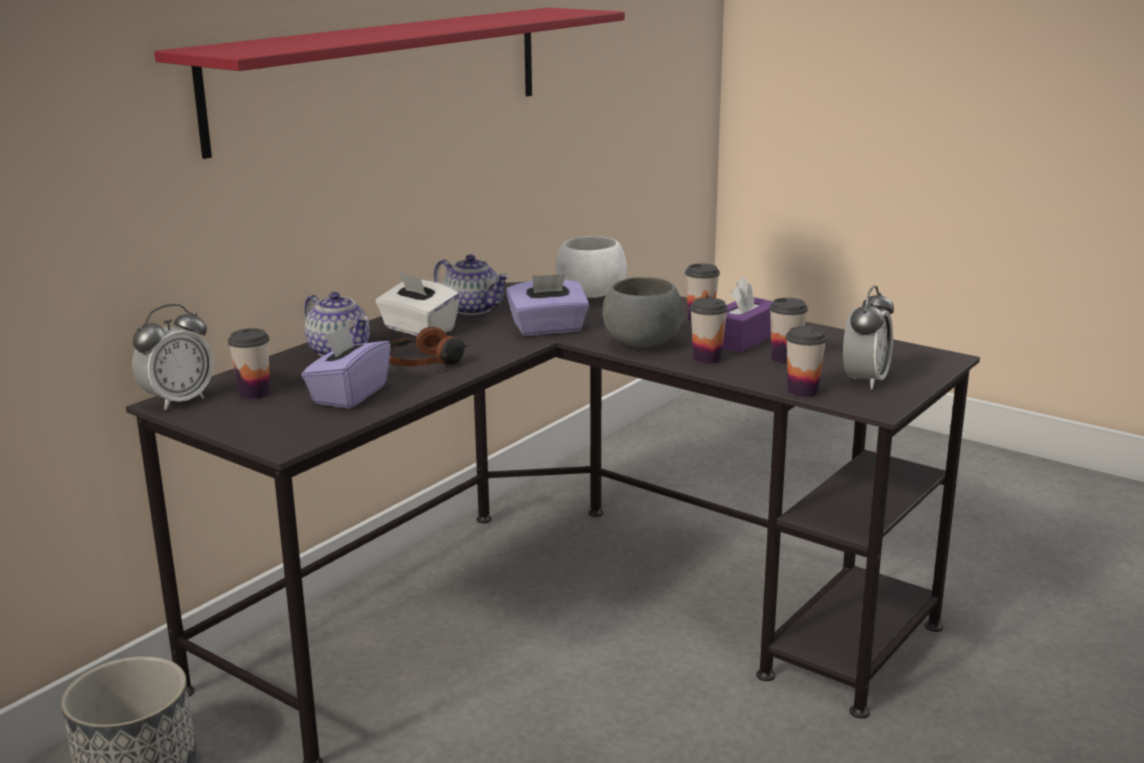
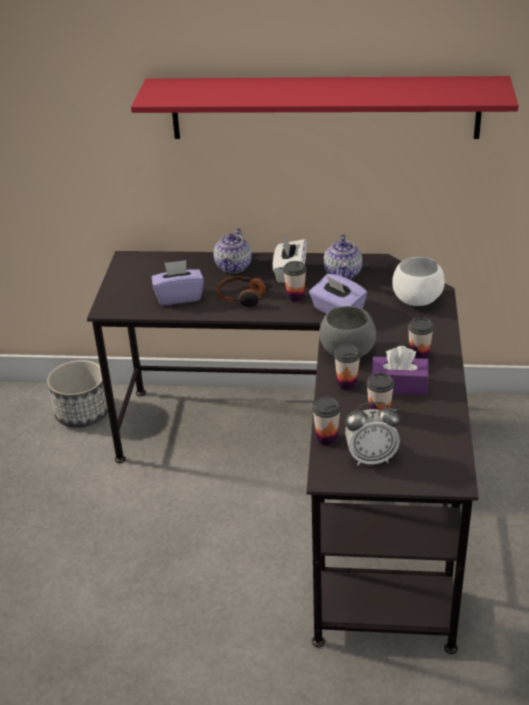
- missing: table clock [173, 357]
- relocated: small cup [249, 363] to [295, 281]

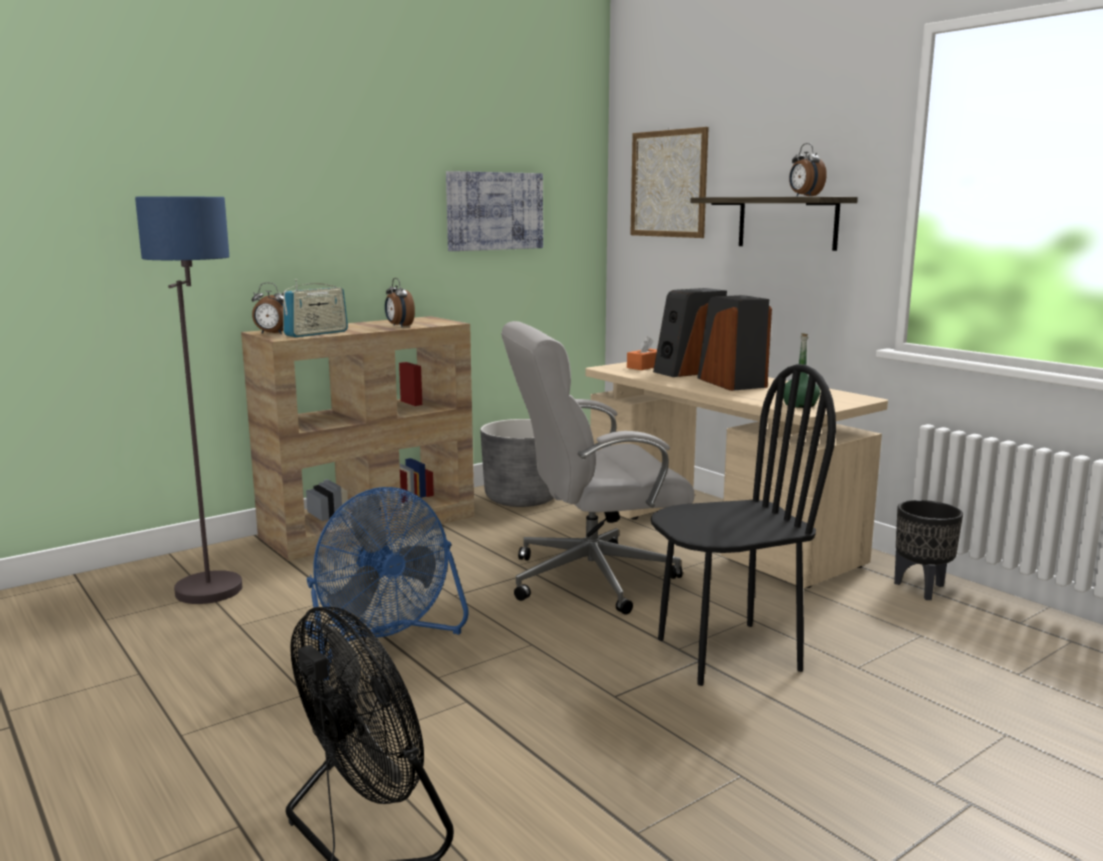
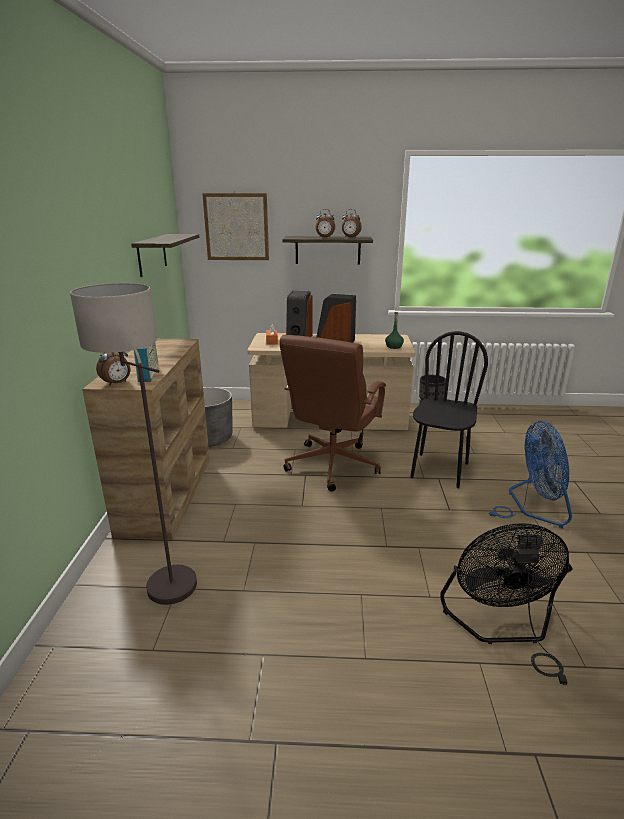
- colour: standing lamp (blue-coloured) [188, 400] to standing lamp (gray) [133, 444]
- relocated: fan (blue-coloured) [386, 583] to [530, 474]
- relocated: table clock [400, 302] to [325, 223]
- exchanged: picture [494, 211] to bracket shelf [165, 255]
- colour: desk chair (gray) [597, 468] to desk chair (brown) [333, 413]

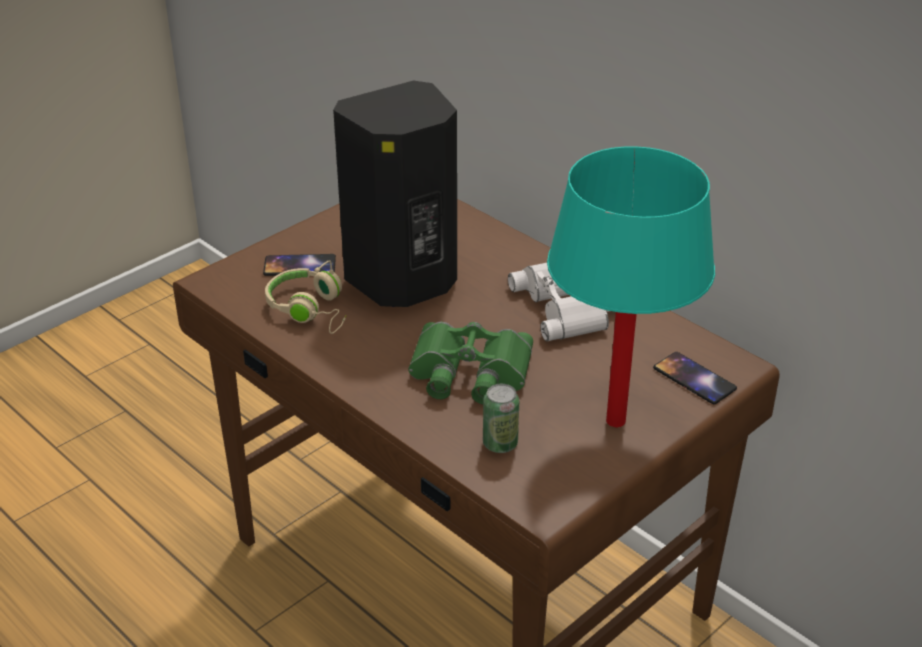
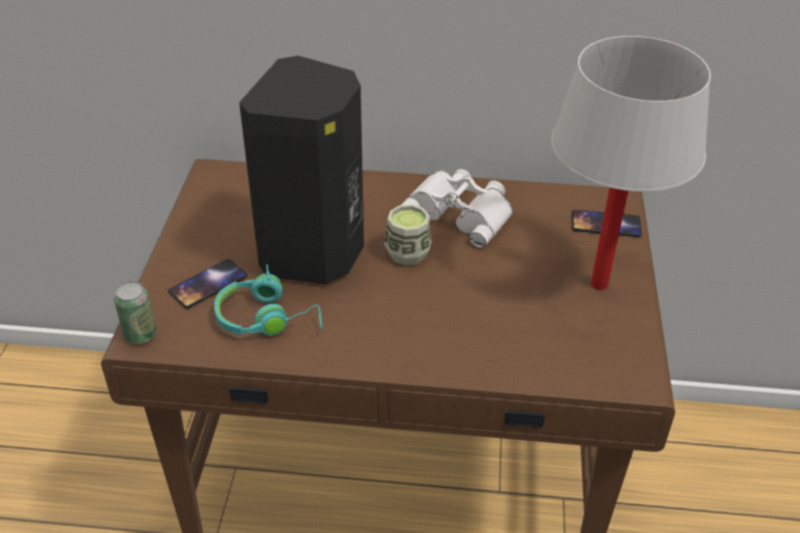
- colour: pair of headphones (beige-coloured) [306, 297] to pair of headphones (turquoise-coloured) [268, 300]
- missing: pair of binoculars (green) [470, 363]
- relocated: sealed can [501, 418] to [135, 312]
- colour: lamp for a table (turquoise-coloured) [631, 286] to lamp for a table (white) [631, 163]
- appeared: small cup [408, 234]

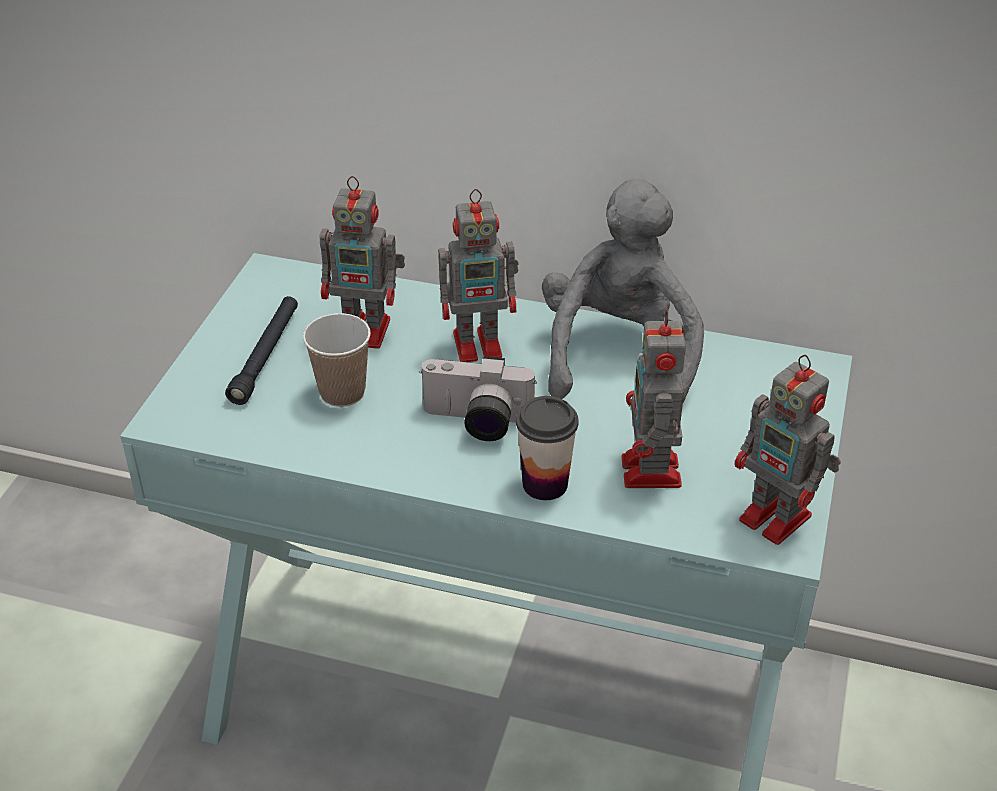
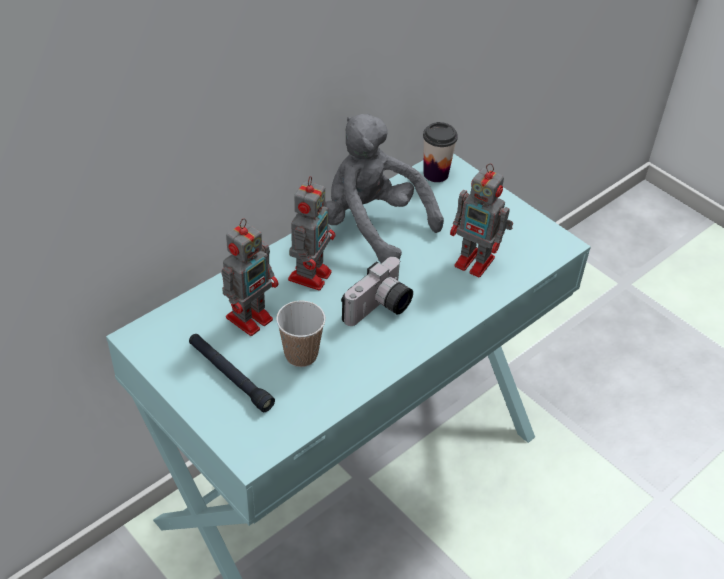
- relocated: small cup [547, 448] to [440, 152]
- missing: robot figure [788, 450]

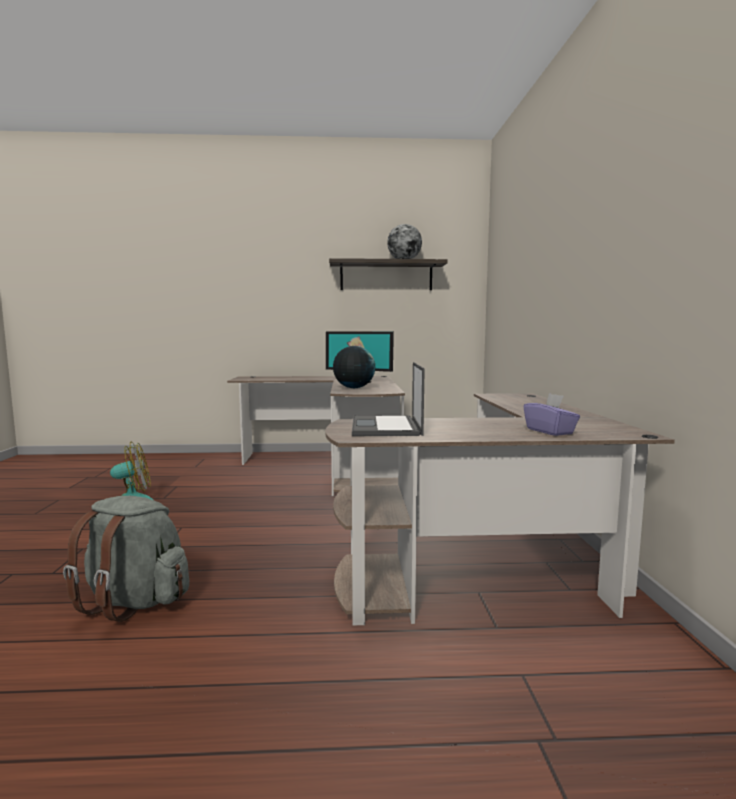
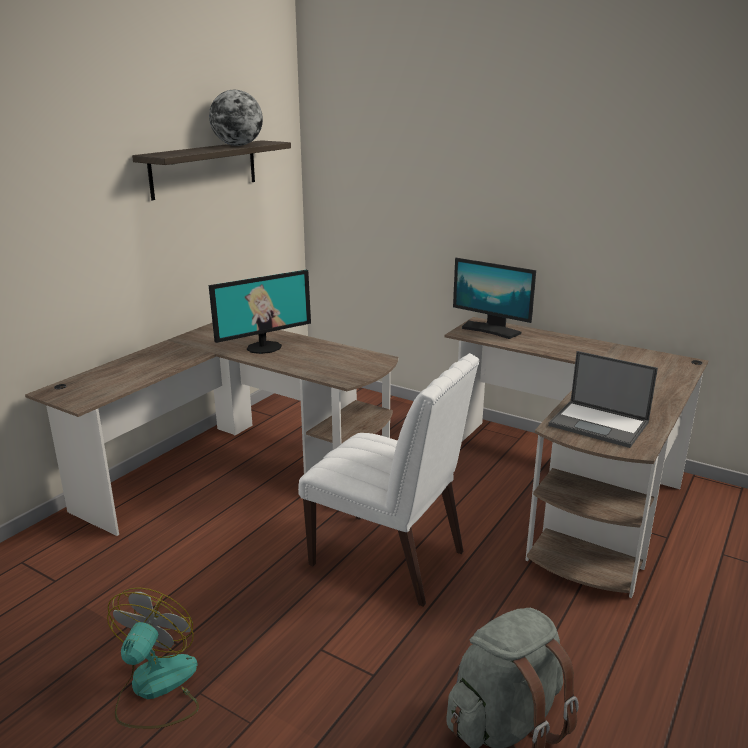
- missing: desk globe [354, 367]
- missing: tissue holder (purplish) [551, 414]
- appeared: chair (white) [388, 480]
- appeared: monitor [494, 298]

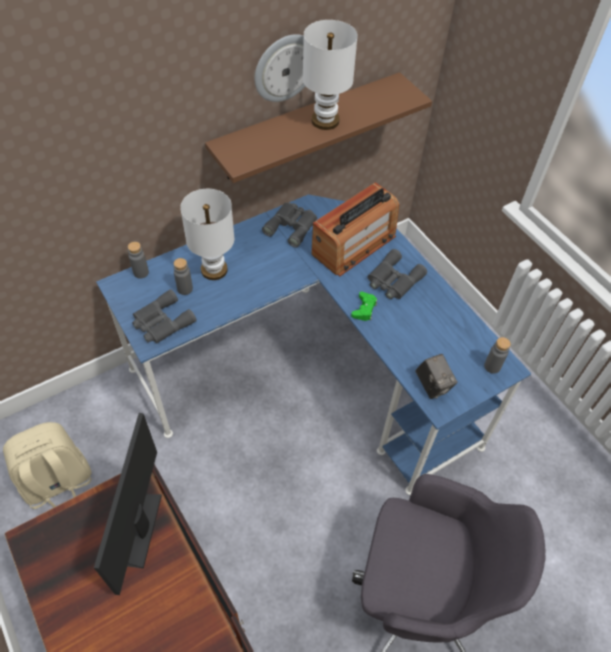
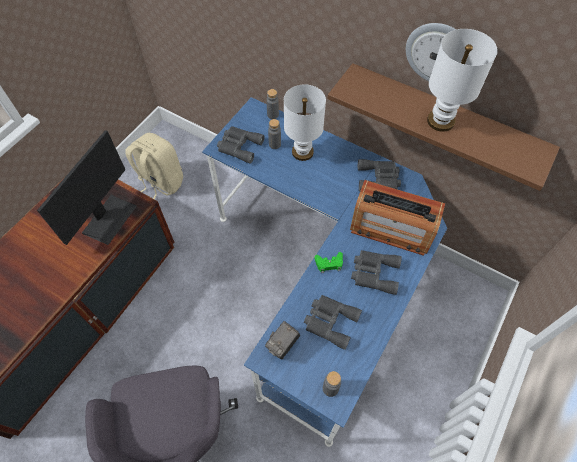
- spun: monitor [128, 504] = [87, 187] 135 degrees clockwise
- appeared: pair of binoculars (gray) [333, 322]

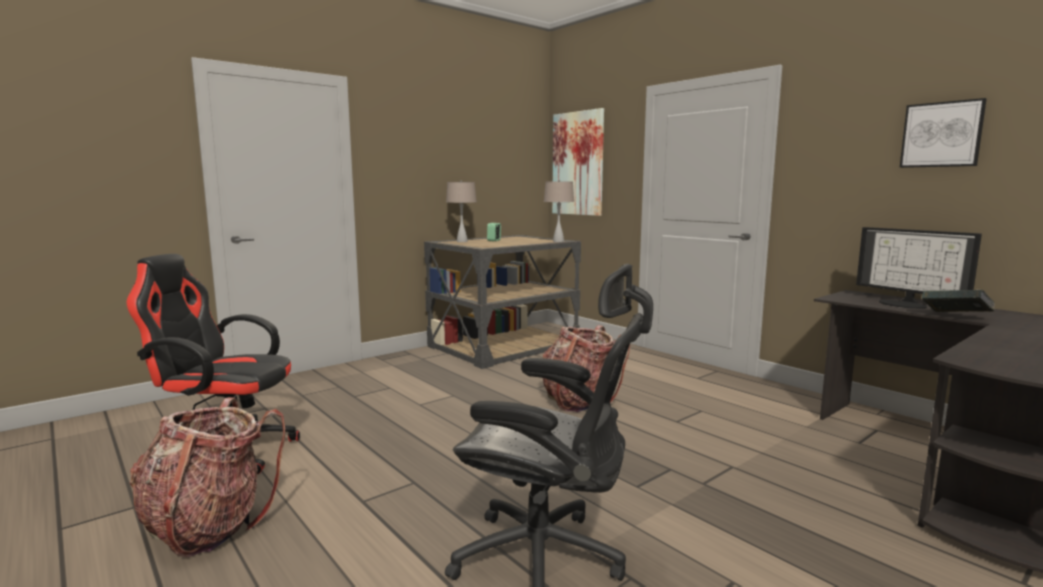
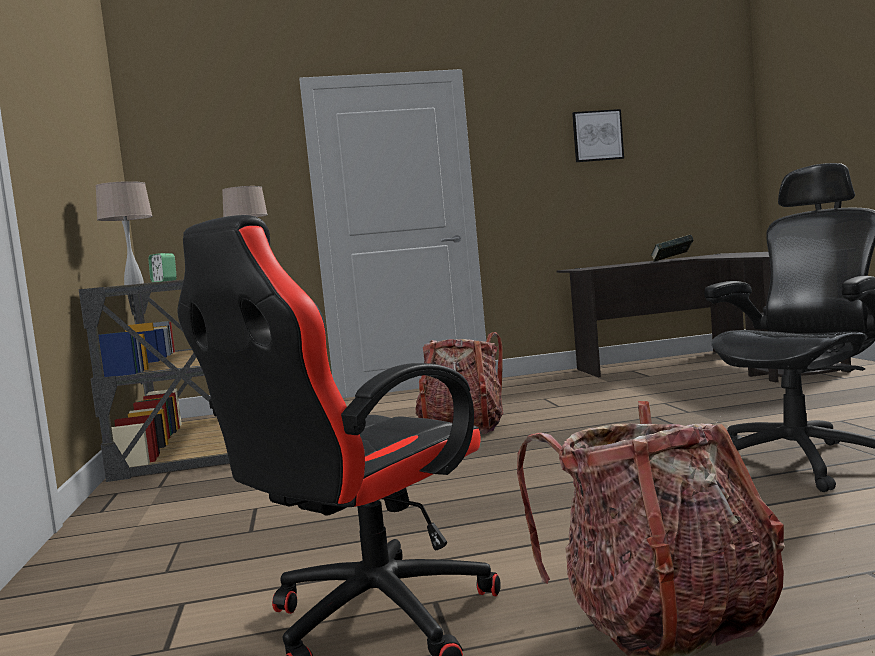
- missing: picture [578, 162]
- missing: monitor [919, 268]

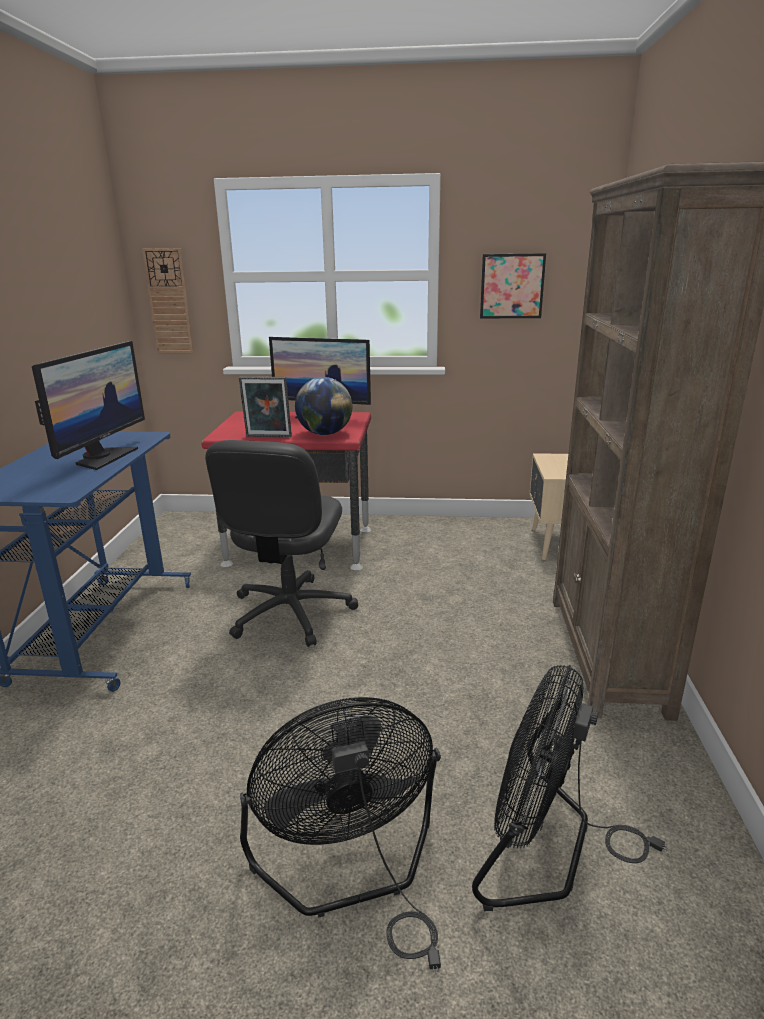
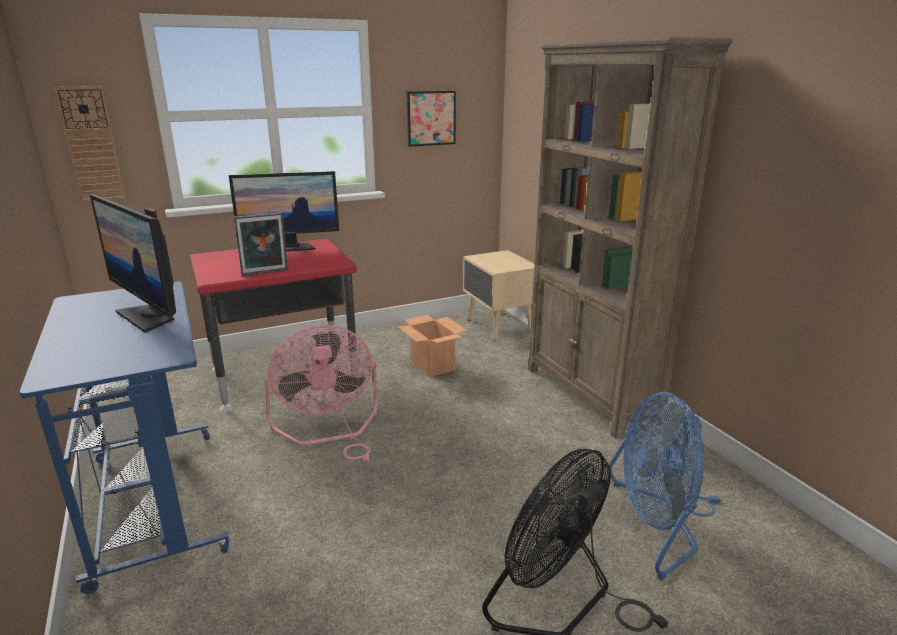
- spun: monitor [88, 405] = [133, 263] 150 degrees clockwise
- exchanged: desk chair (black) [281, 543] to fan (pink-coloured) [321, 393]
- missing: desk globe [323, 406]
- colour: fan (black) [570, 788] to fan (blue-coloured) [665, 486]
- appeared: carton [432, 346]

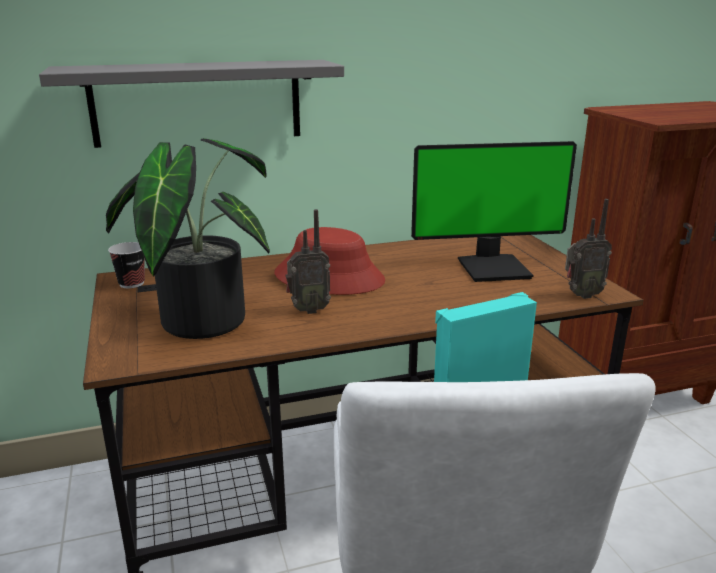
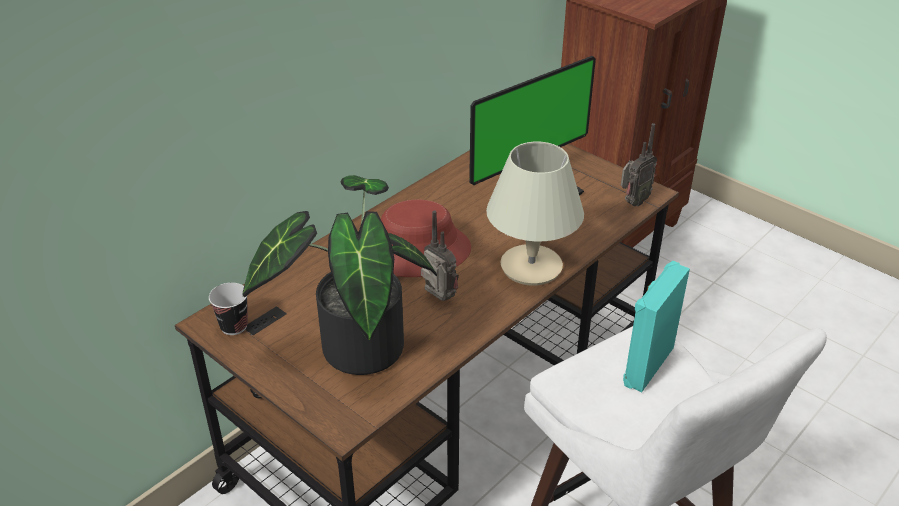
- missing: bracket shelf (gray) [191, 104]
- spun: radio set [308, 261] = [440, 255] 90 degrees counterclockwise
- appeared: lamp for a table (beige-coloured) [535, 213]

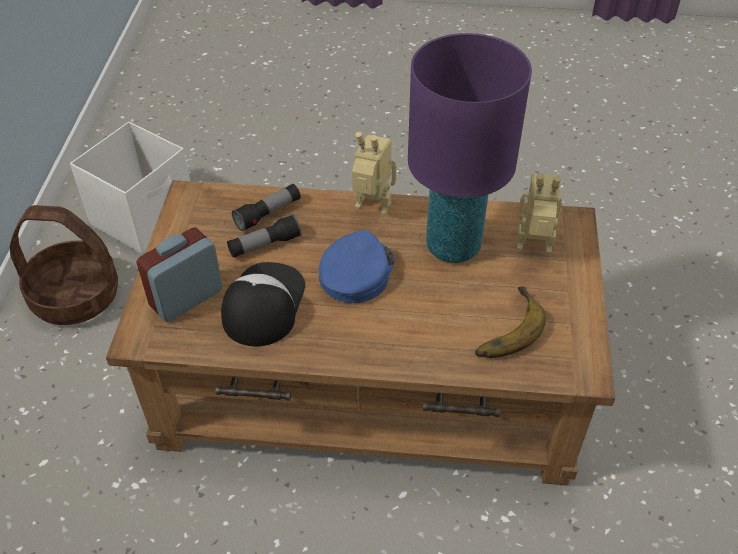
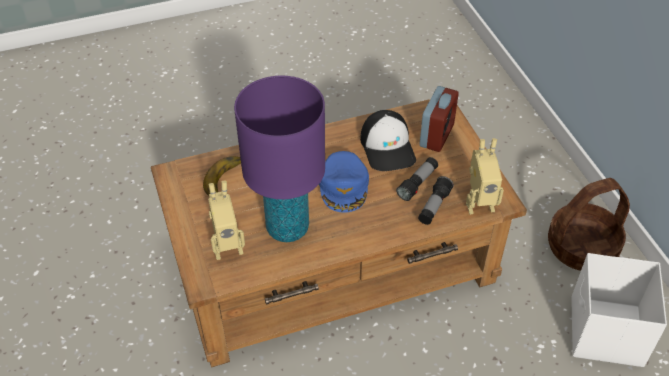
- relocated: robot figure [374, 173] to [485, 176]

